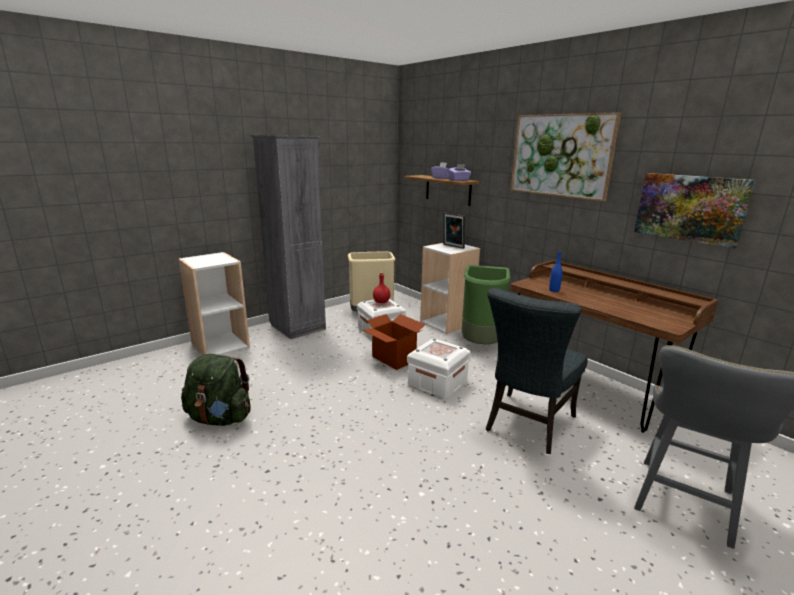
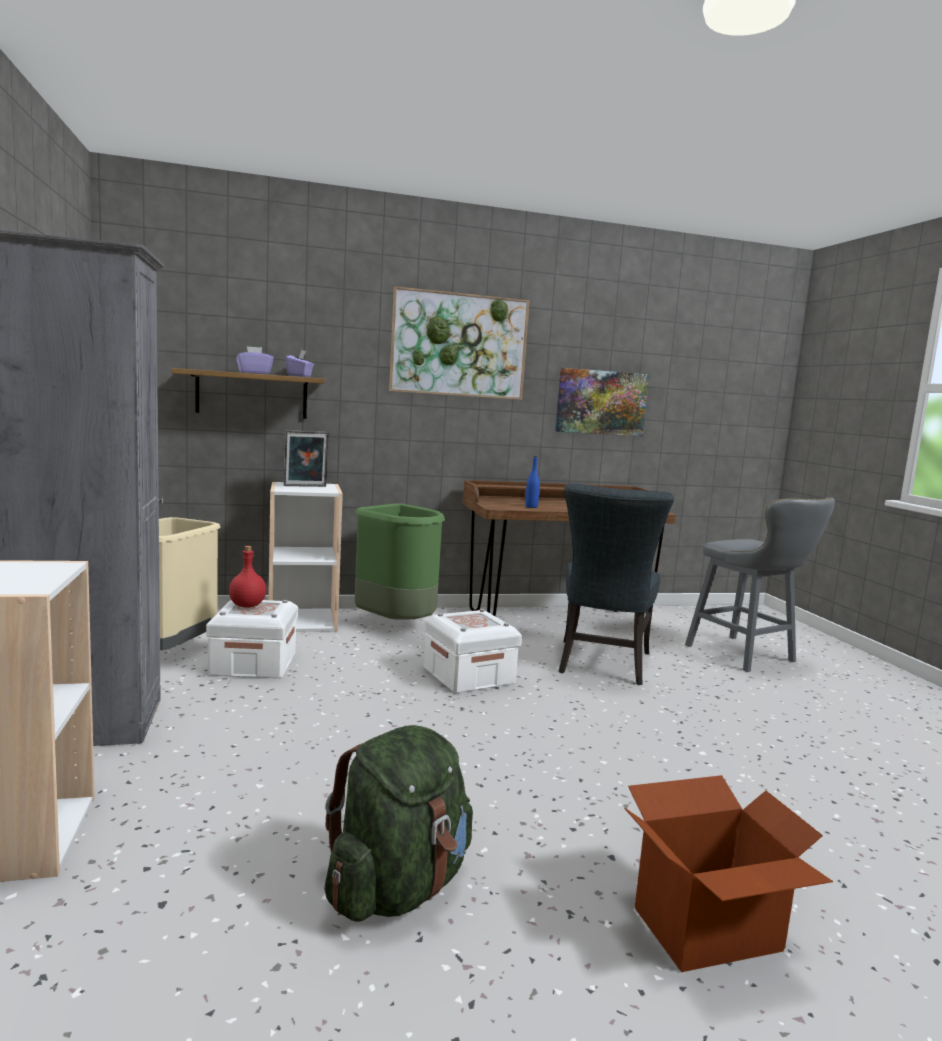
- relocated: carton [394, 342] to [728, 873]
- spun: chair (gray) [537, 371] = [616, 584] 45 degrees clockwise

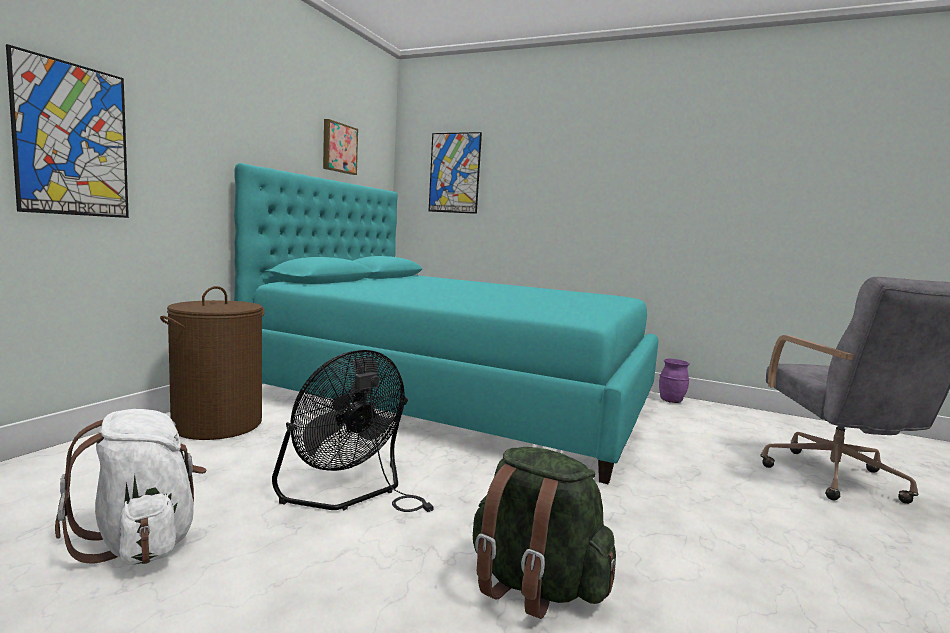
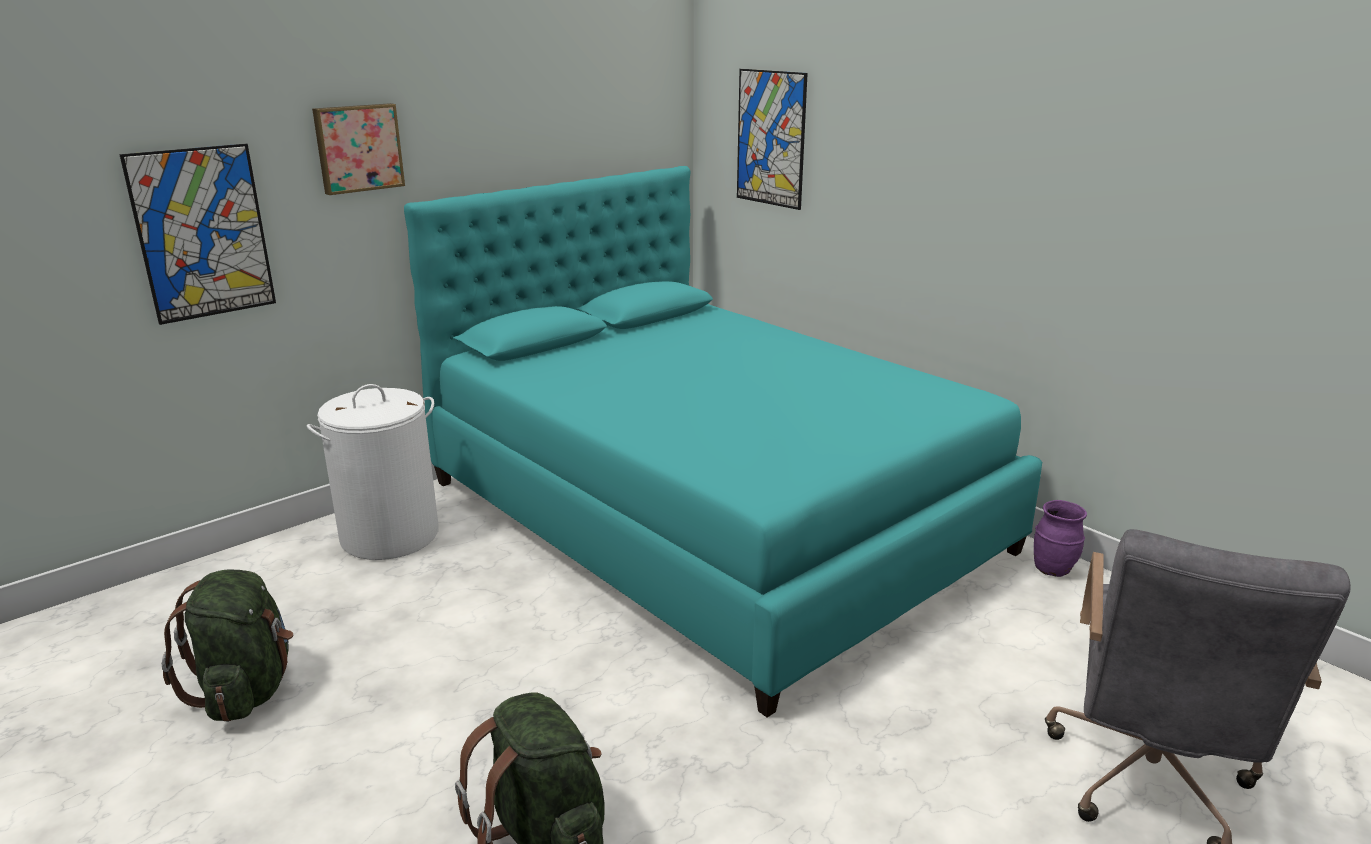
- colour: knapsack (white) [130, 487] to knapsack (green) [227, 646]
- colour: hamper (brown) [212, 363] to hamper (white) [373, 472]
- missing: fan (black) [353, 431]
- relocated: picture [340, 147] to [358, 149]

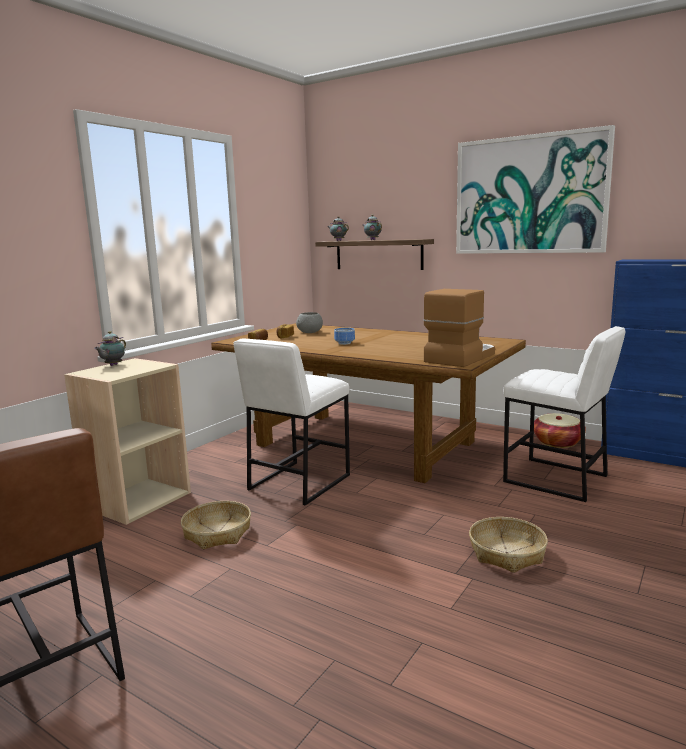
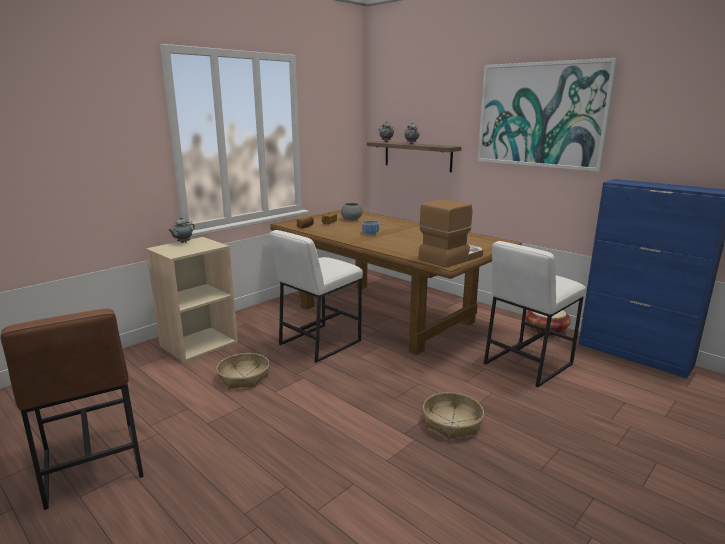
- spun: chair (white) [564, 414] = [535, 314] 90 degrees clockwise

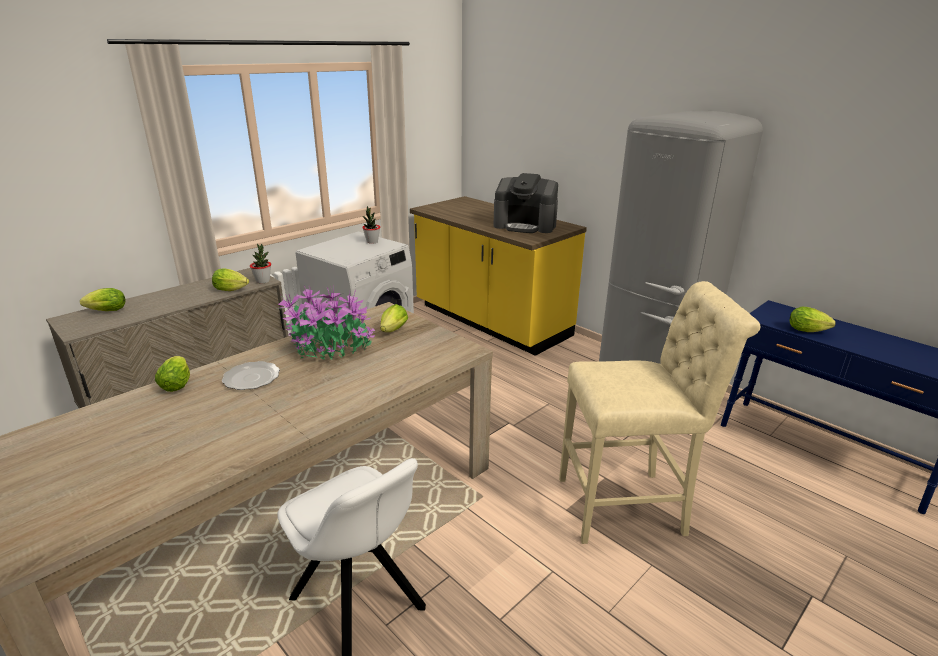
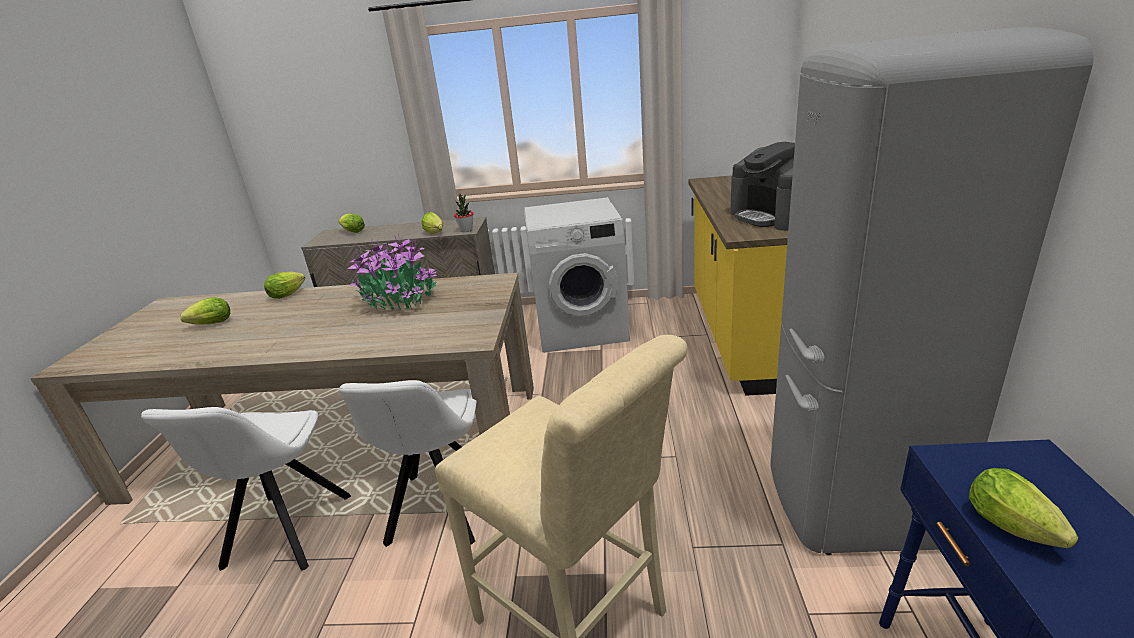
- missing: dinner plate [251, 375]
- missing: potted plant [371, 225]
- relocated: lettuce [394, 318] to [205, 310]
- appeared: chair (white) [408, 463]

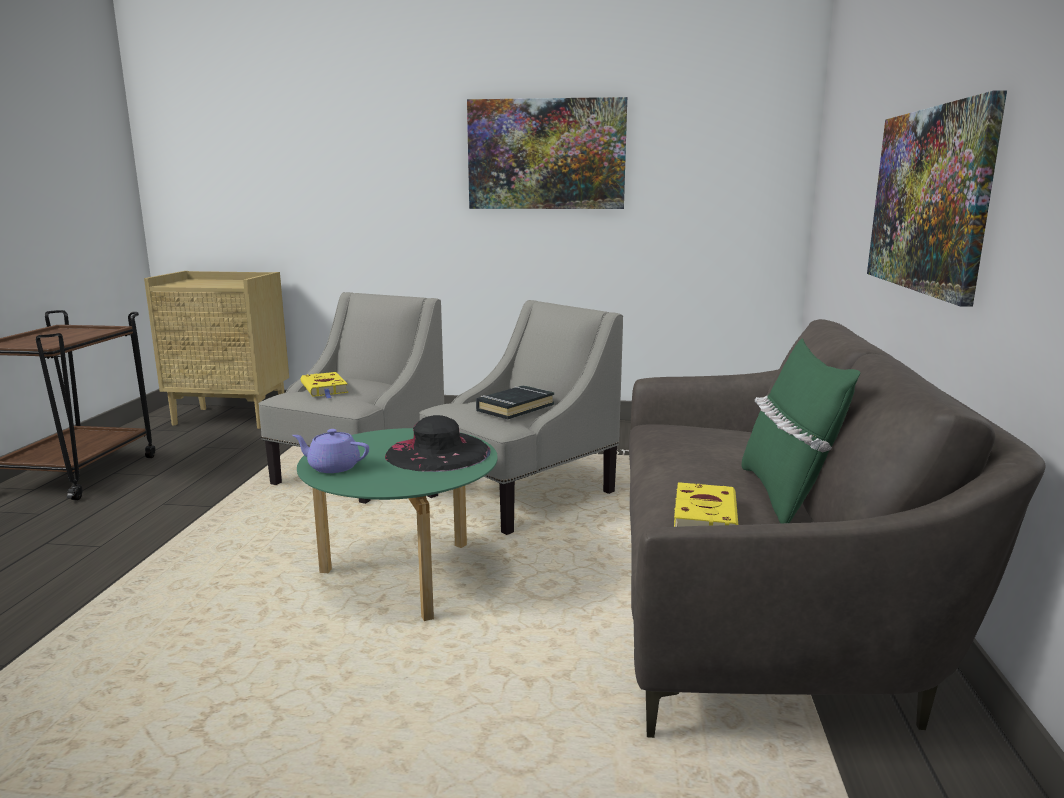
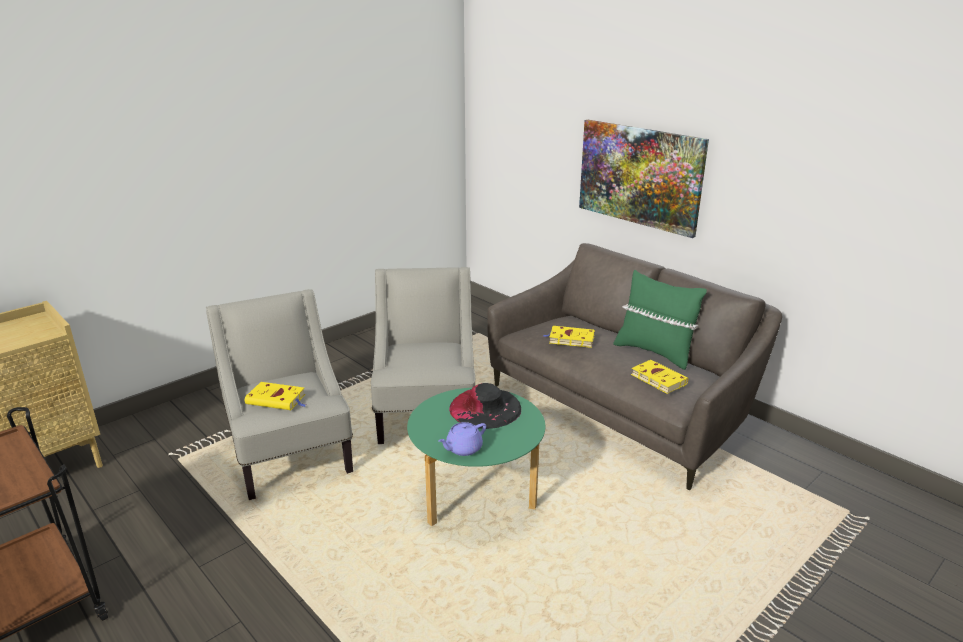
- missing: picture [547, 153]
- missing: bound book (black) [515, 402]
- appeared: bound book (yellow) [569, 337]

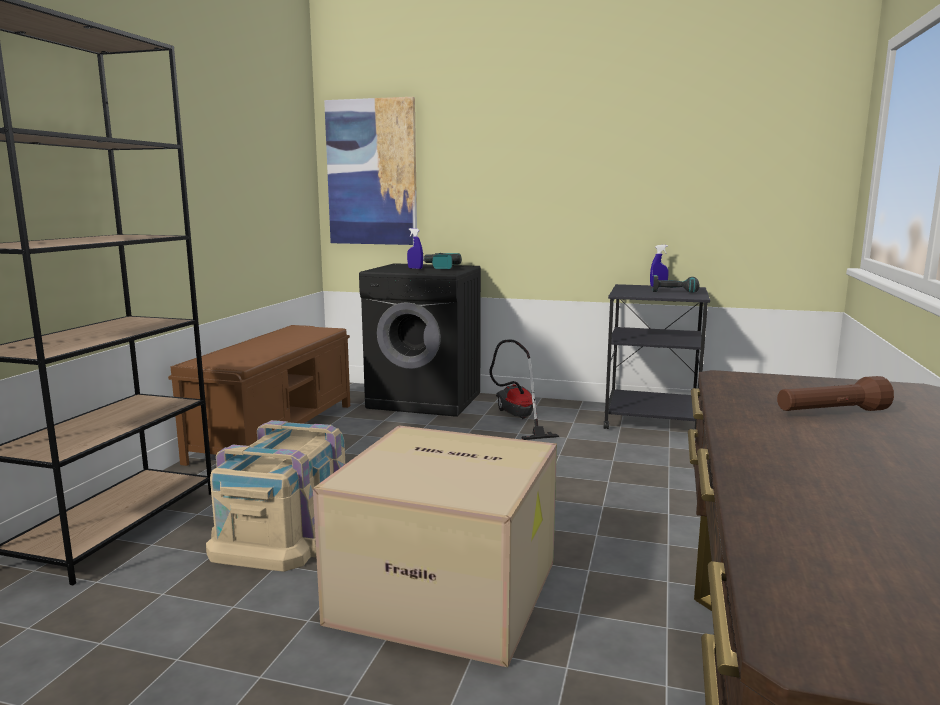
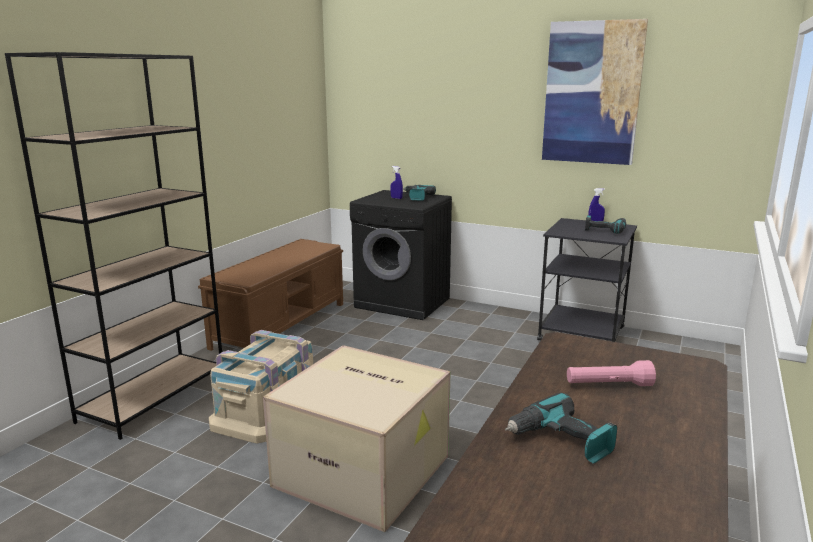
- relocated: picture [370, 171] to [595, 92]
- missing: vacuum cleaner [524, 389]
- colour: torch (brown) [835, 393] to torch (pink-coloured) [611, 373]
- appeared: electric drill [561, 428]

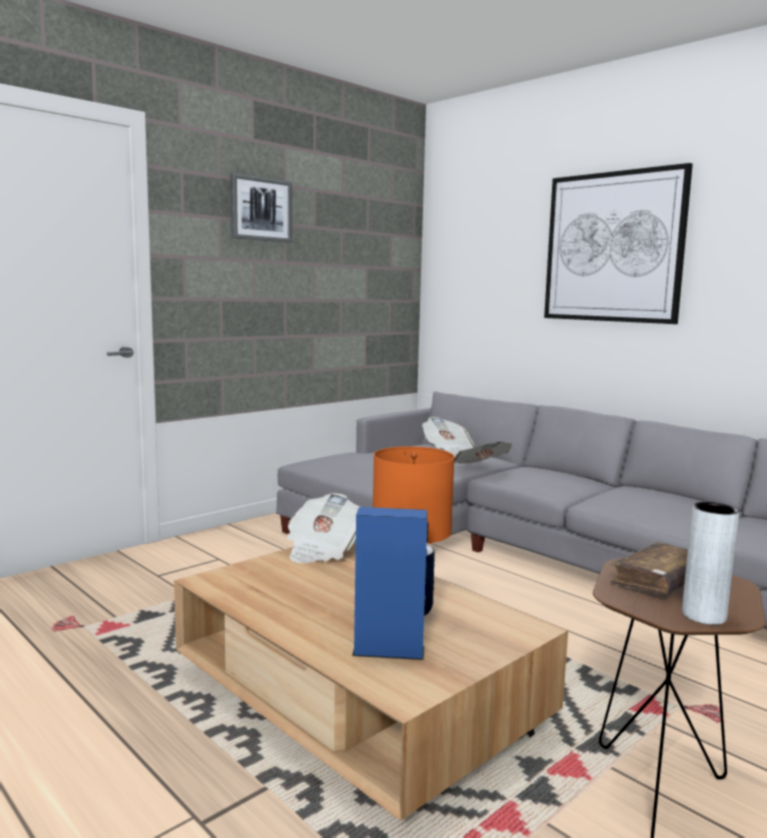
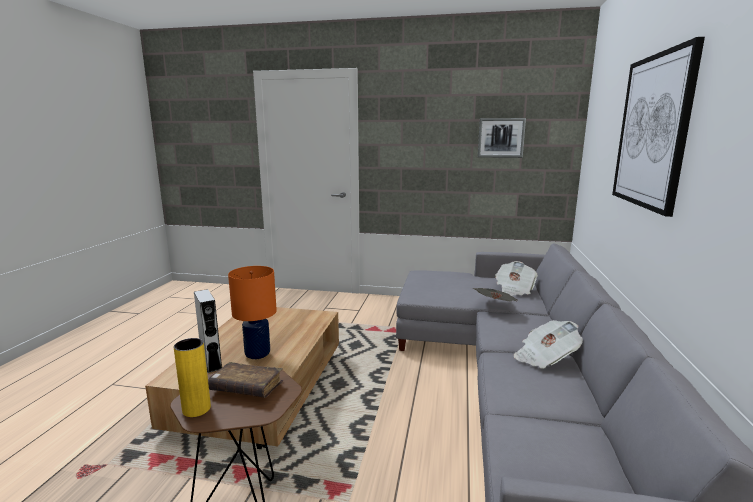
- relocated: picture [261, 208] to [502, 138]
- relocated: newspaper [323, 528] to [548, 344]
- colour: loudspeaker (blue-coloured) [390, 583] to loudspeaker (gray) [208, 331]
- colour: flower vase (gray) [710, 563] to flower vase (yellow) [192, 377]

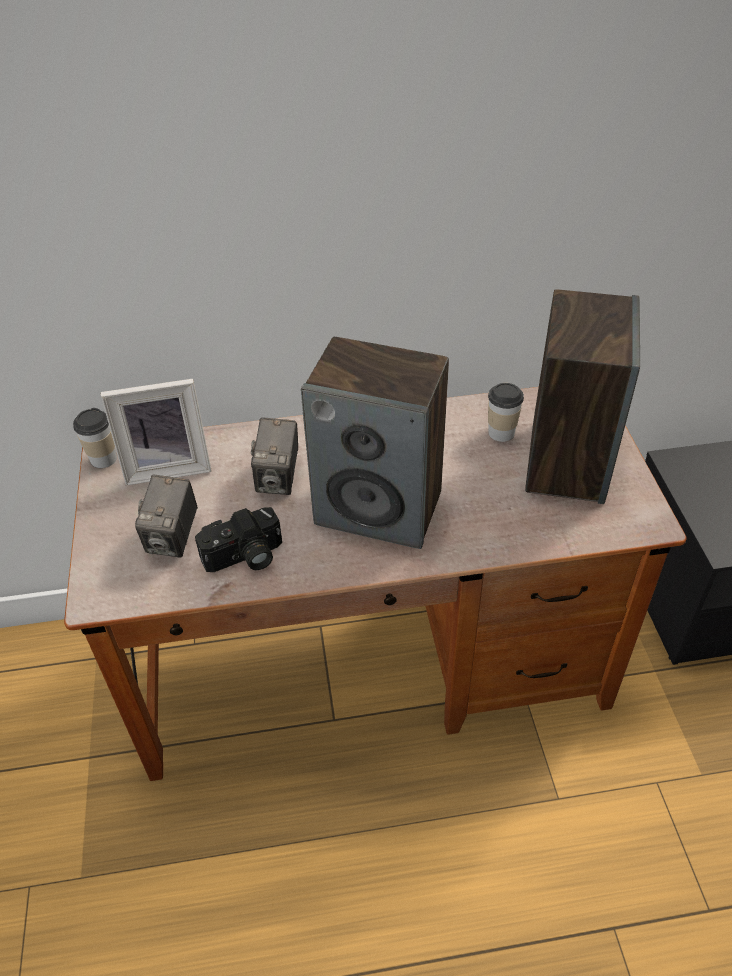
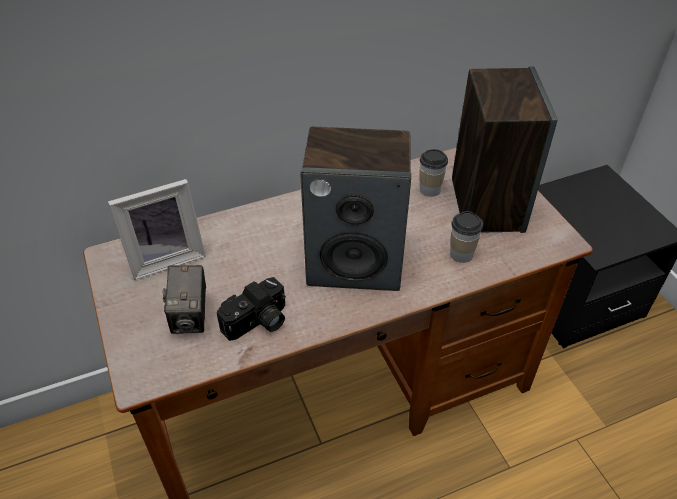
- relocated: small cup [95, 438] to [466, 237]
- missing: photo camera [274, 456]

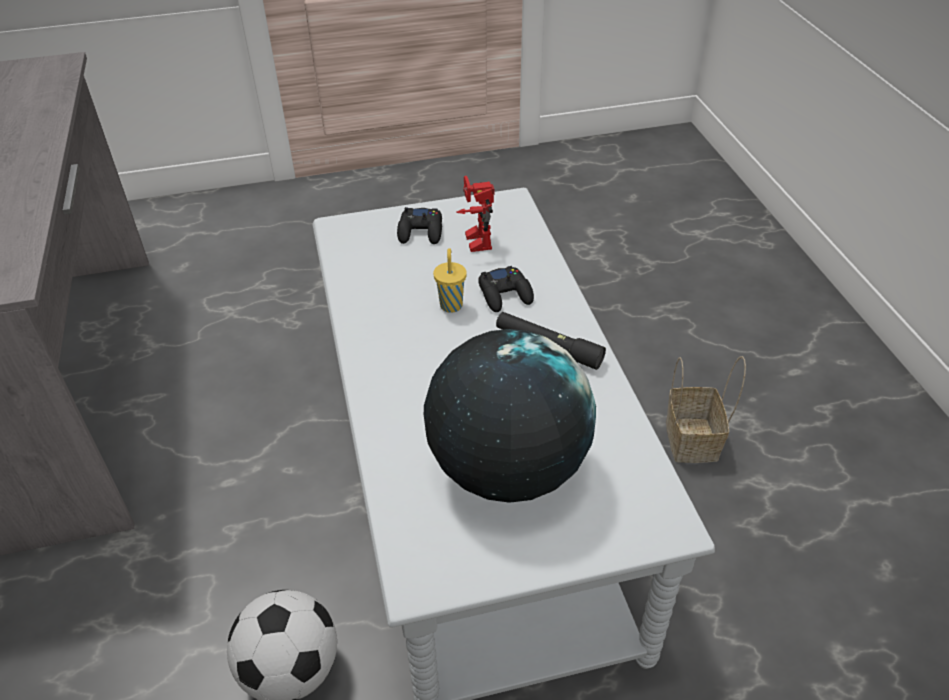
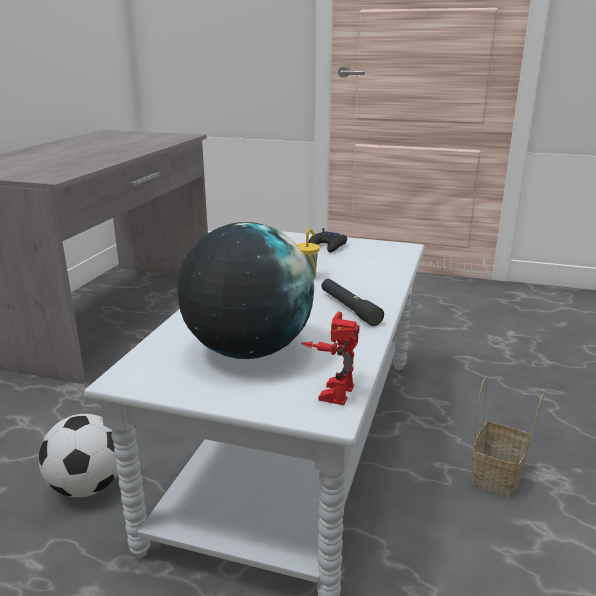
- relocated: robot figure [475, 214] to [330, 358]
- missing: game controller (black) [506, 289]

